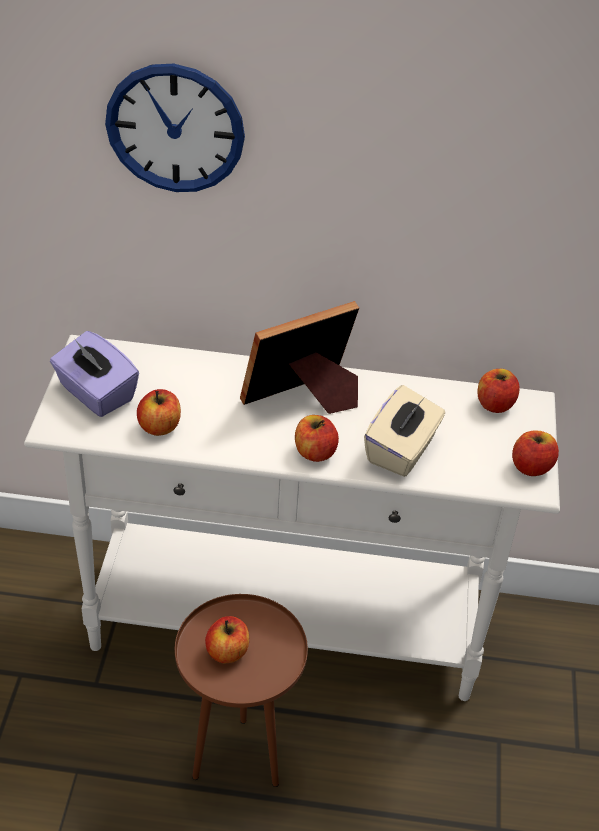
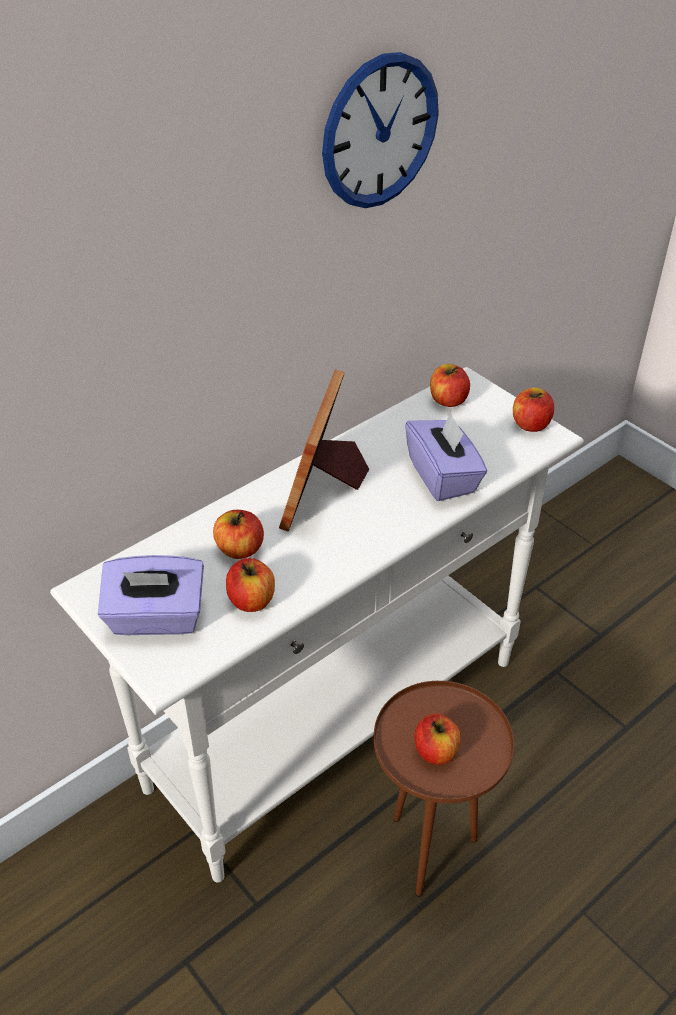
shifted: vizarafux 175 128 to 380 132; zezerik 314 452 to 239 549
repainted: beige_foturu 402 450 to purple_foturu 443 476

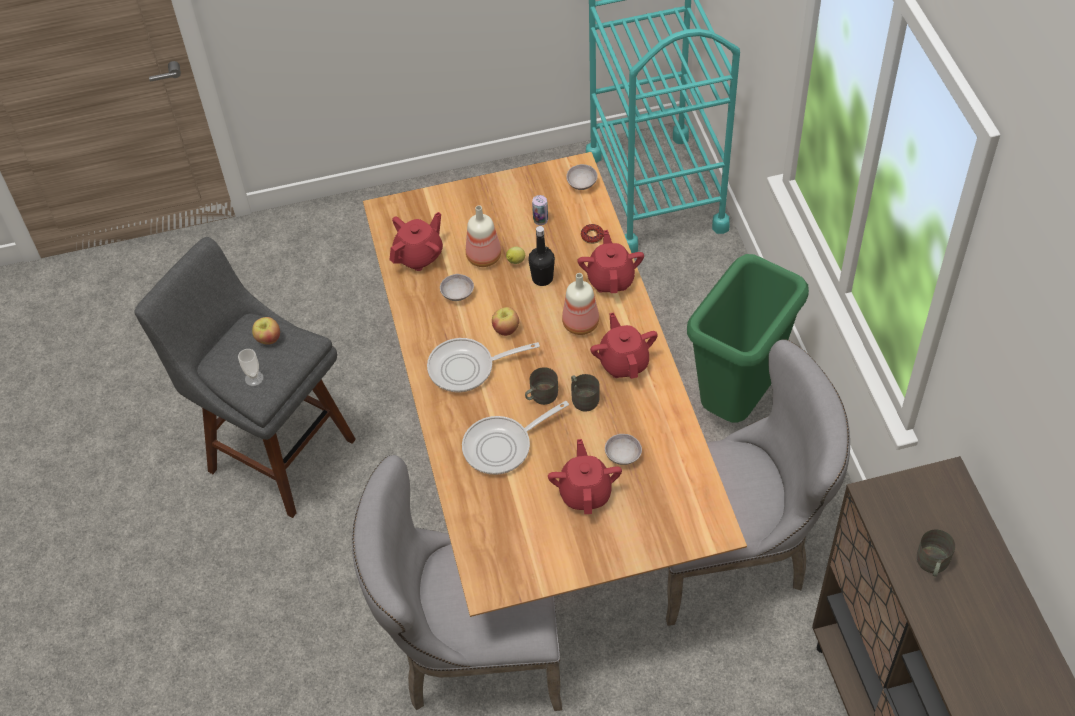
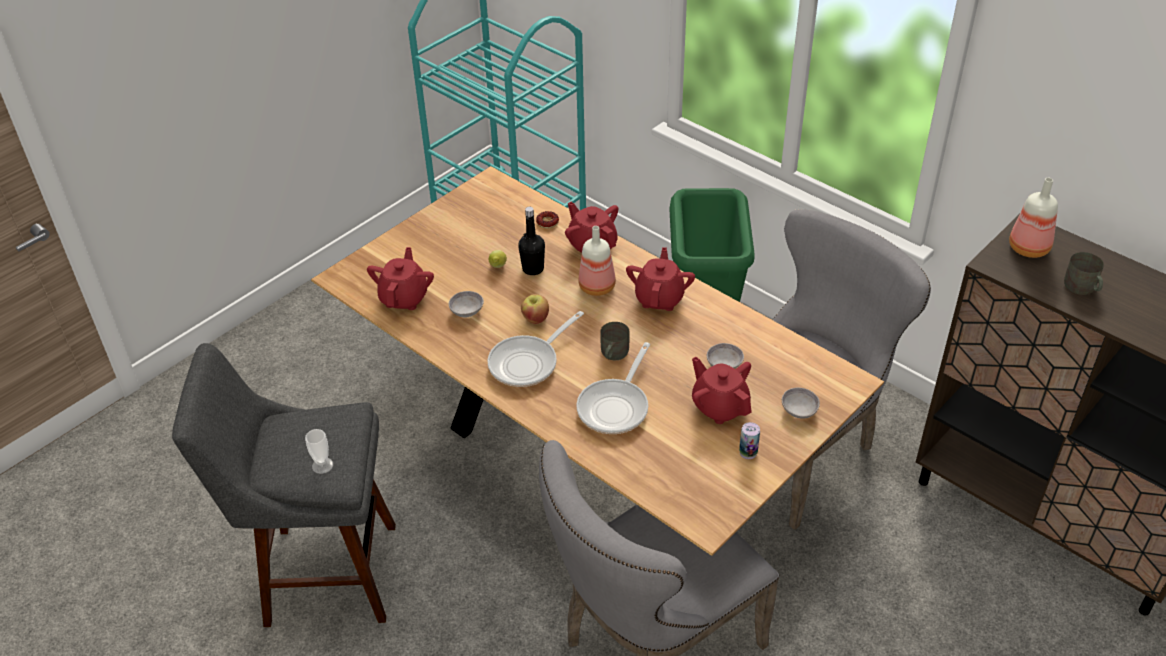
gone: zezerik 268 339; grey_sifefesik 583 397
shifted: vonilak 484 256 to 1028 247; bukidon 540 220 to 748 452; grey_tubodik 582 183 to 799 410
rotated: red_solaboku 623 362 = 659 298 60 degrees clockwise

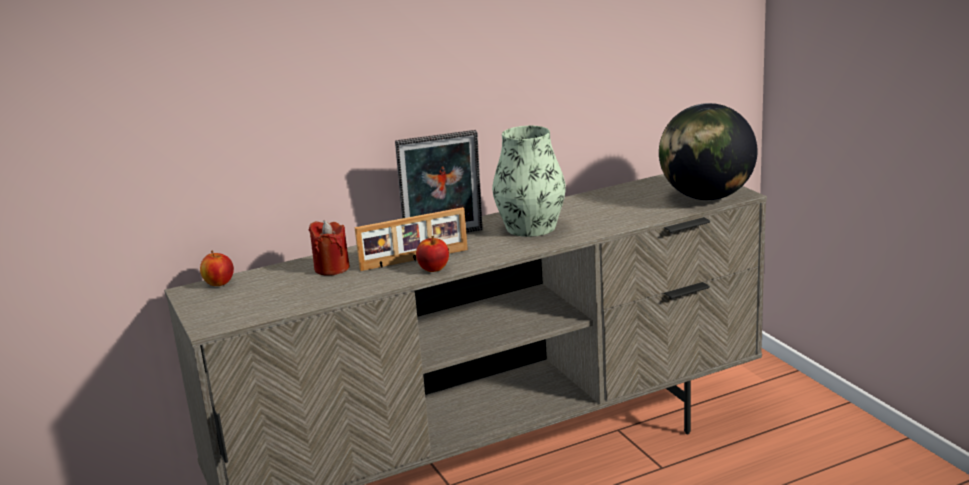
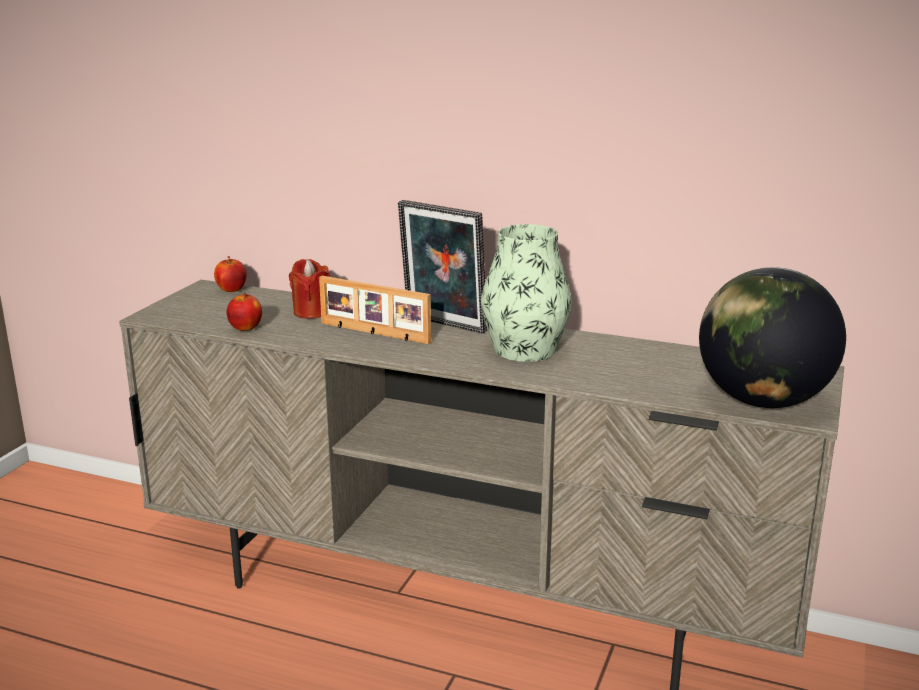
shifted: zezerik 433 269 to 245 328

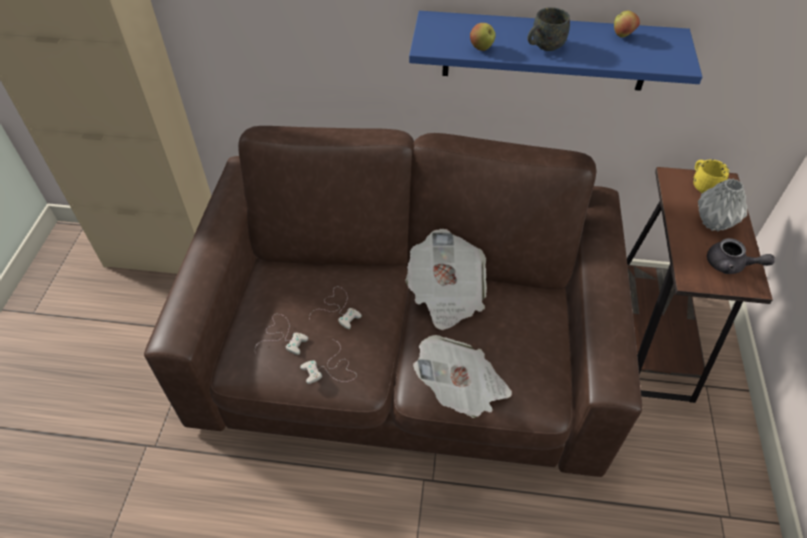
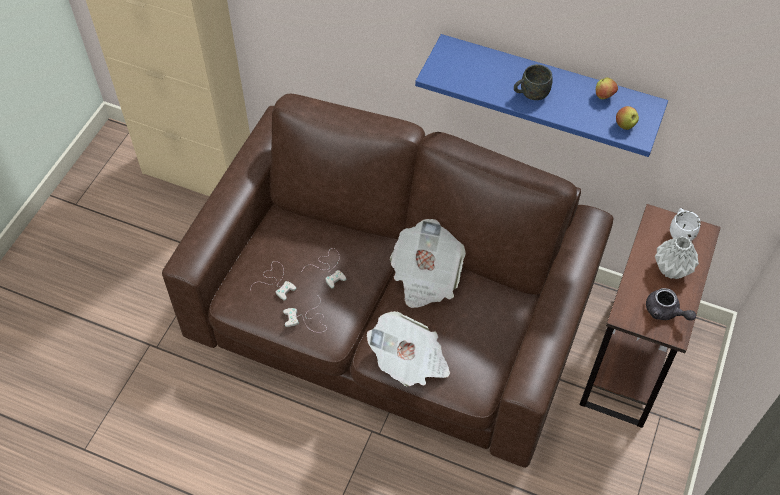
shifted: zezerik 481 48 to 625 125
repainted: yellow_sifefesik 702 185 to white_sifefesik 680 232

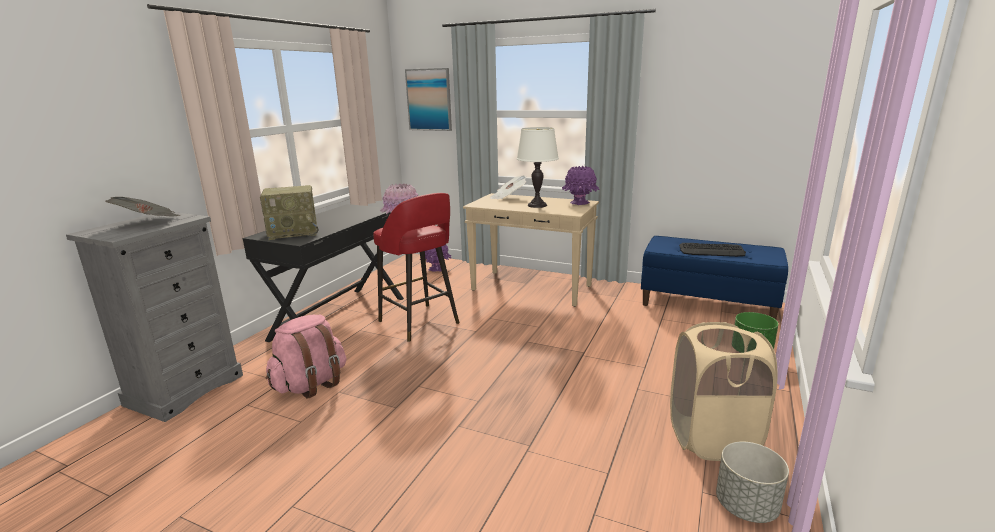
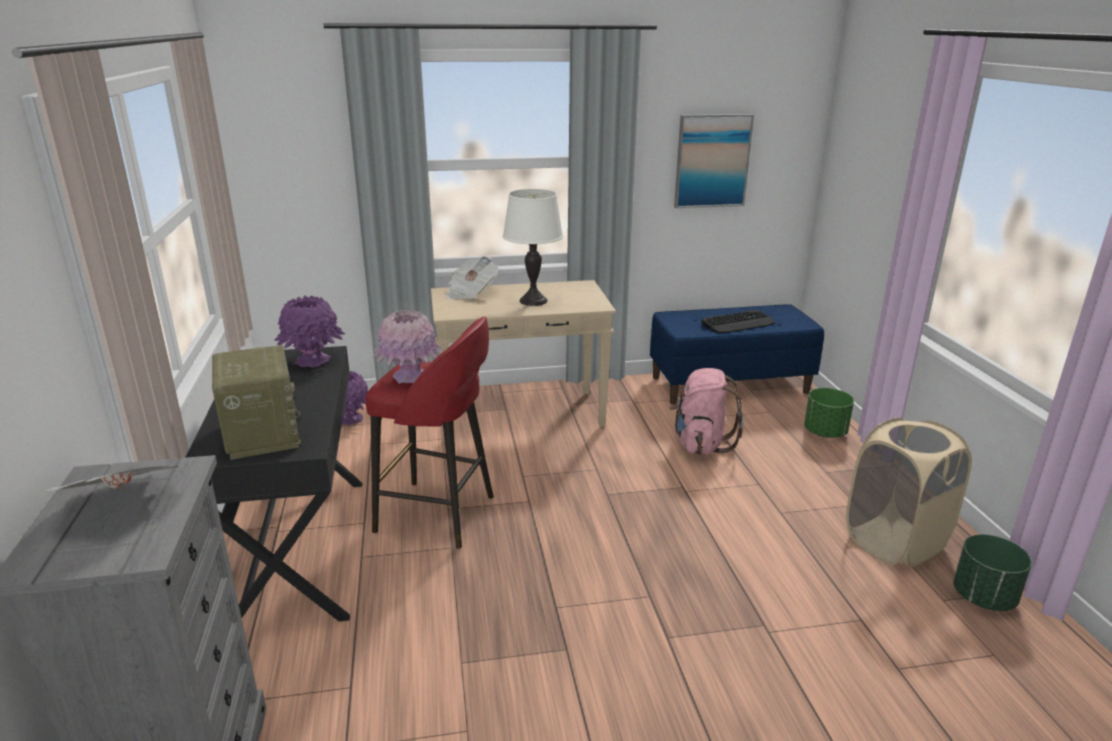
shifted: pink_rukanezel 311 384 to 700 444; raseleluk 429 100 to 712 161; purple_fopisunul 580 203 to 313 361
repainted: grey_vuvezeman 746 507 to green_vuvezeman 984 598
rotated: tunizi 294 232 = 261 433 60 degrees counterclockwise

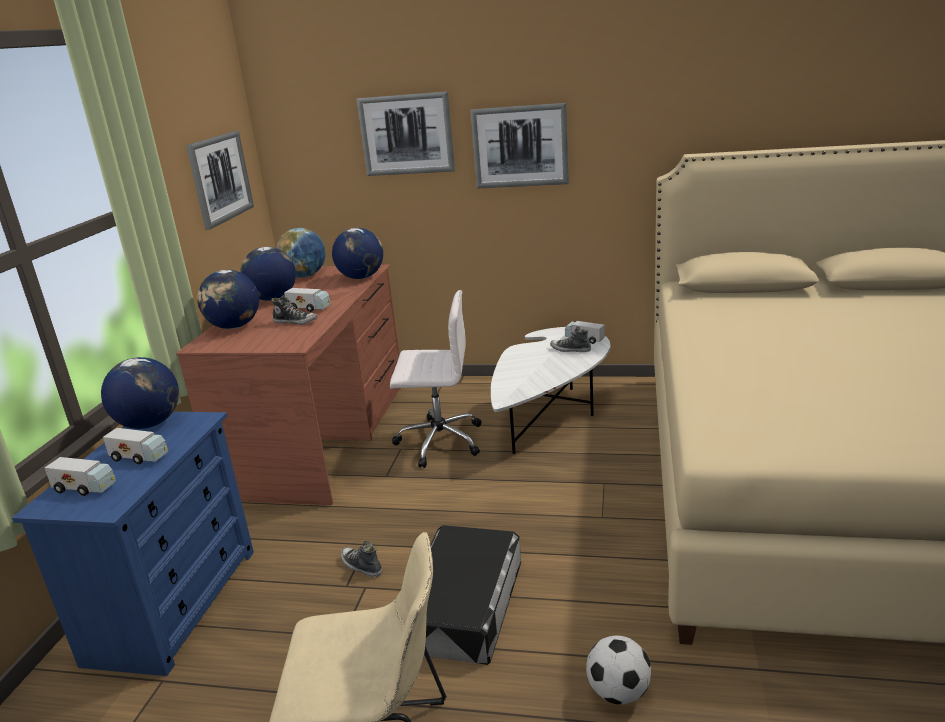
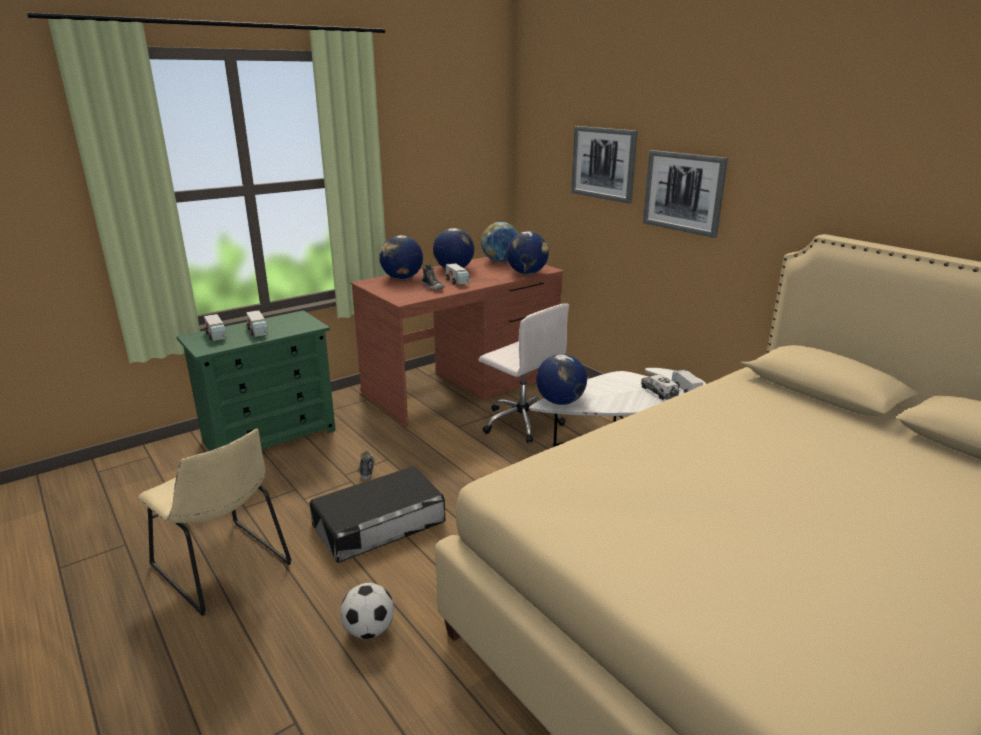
gone: raseleluk 220 178
shifted: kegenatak 149 424 to 560 401
swapped: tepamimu 570 350 to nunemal 659 392
repainted: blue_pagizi 174 604 to green_pagizi 270 435

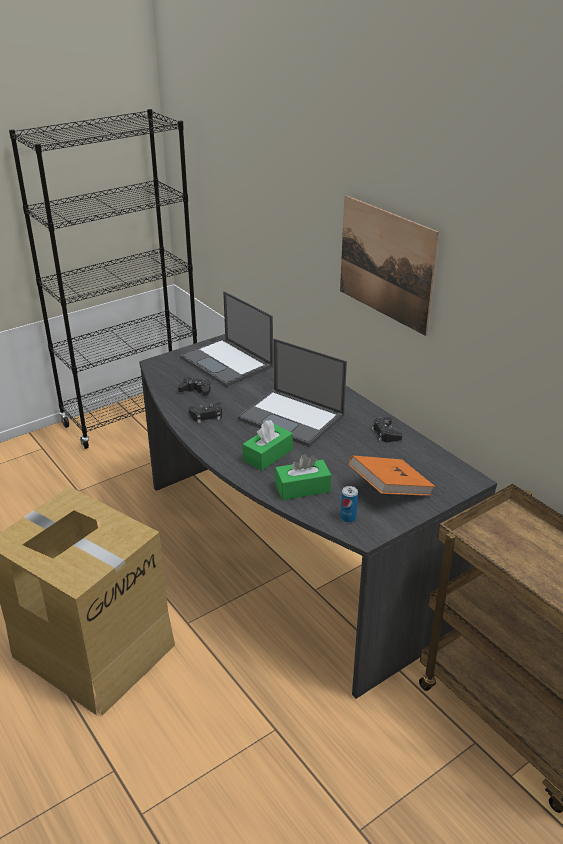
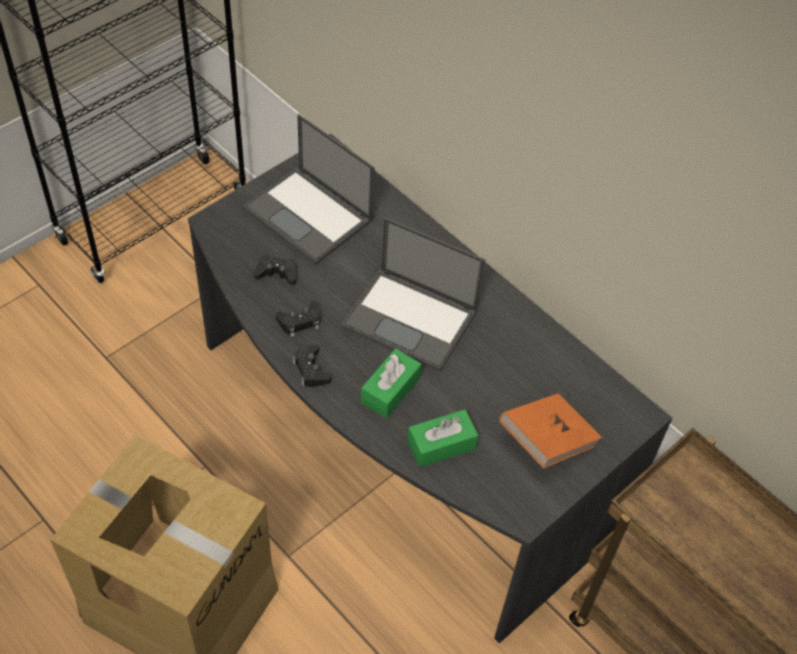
gone: raseleluk 385 263; bukidon 348 517
shifted: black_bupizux 386 433 to 311 370

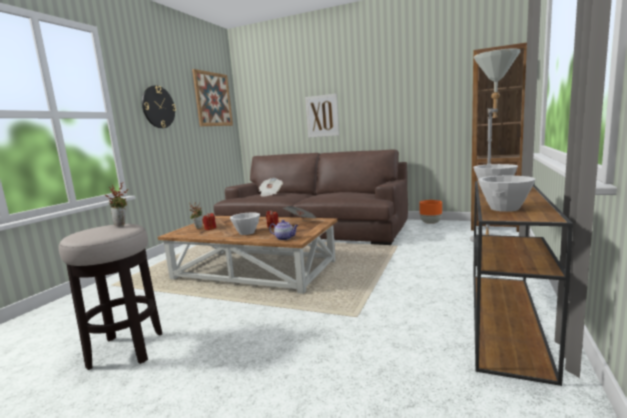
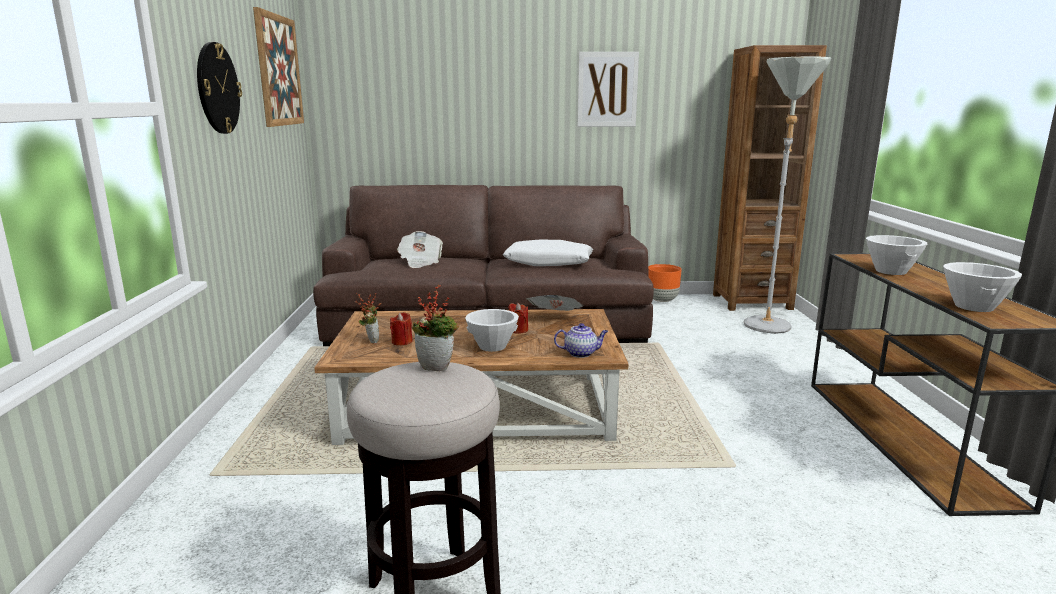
new: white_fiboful 548 263
shifted: raseleluk 322 116 to 607 89

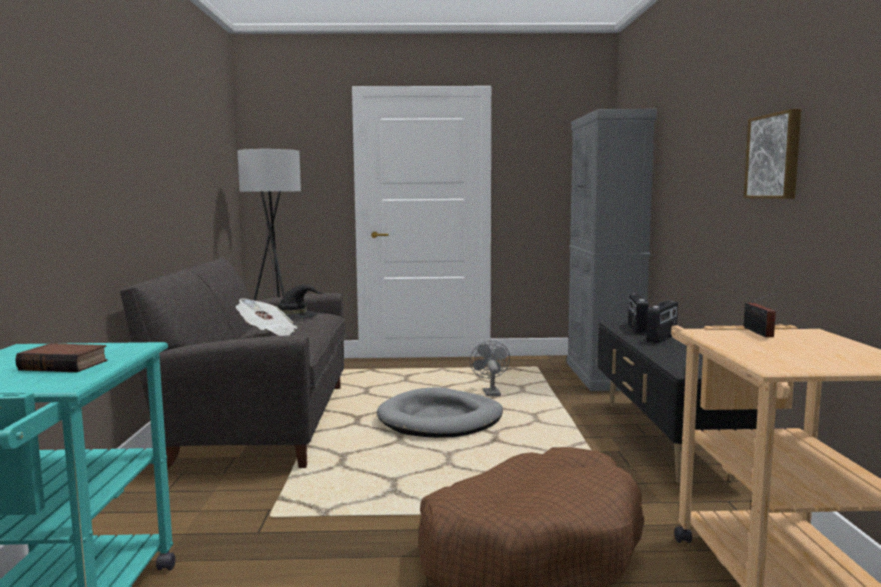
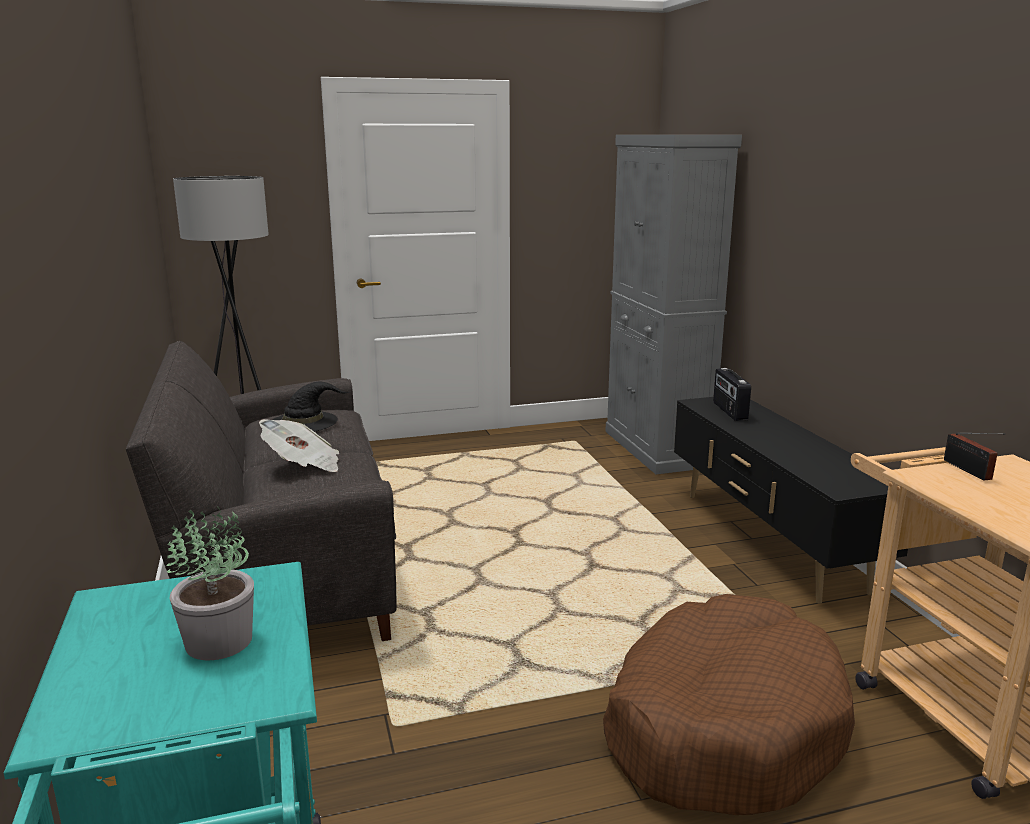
gone: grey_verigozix 441 419; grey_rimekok 490 392; tunizi 662 338; raseleluk 775 156
swapped: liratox 66 365 to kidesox 220 640

